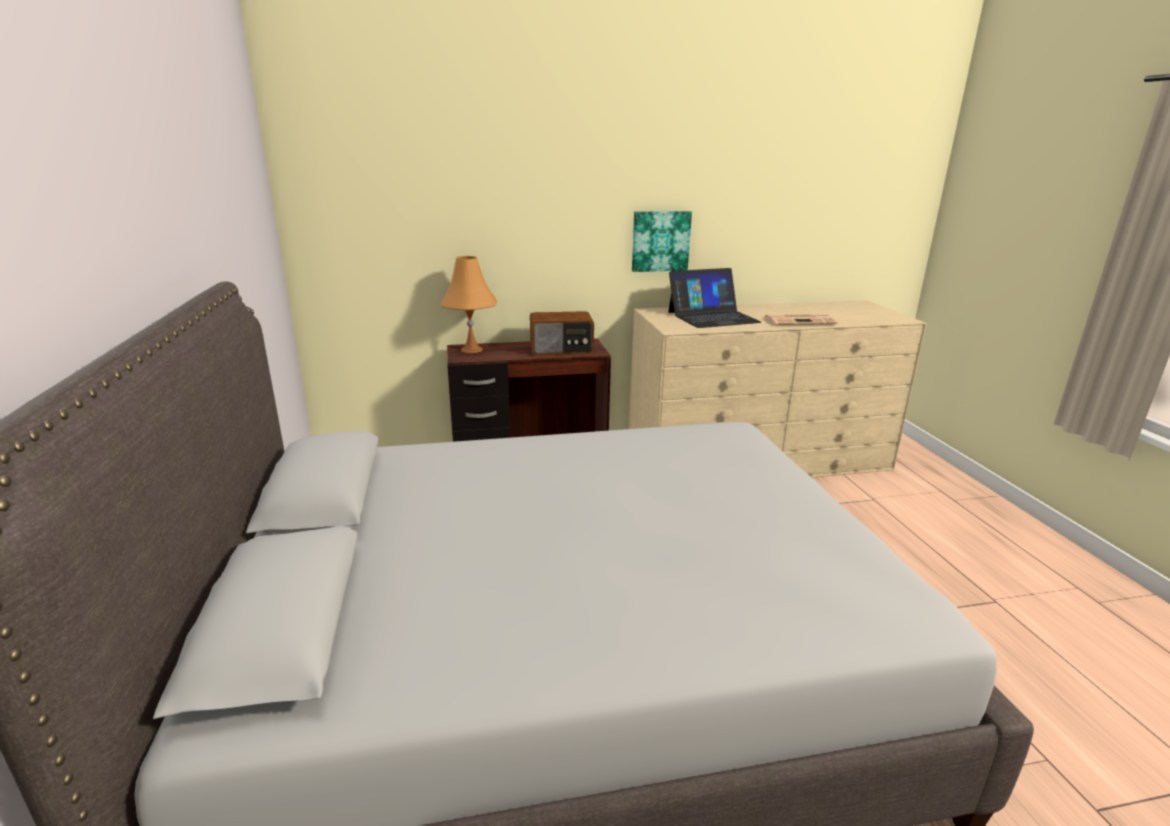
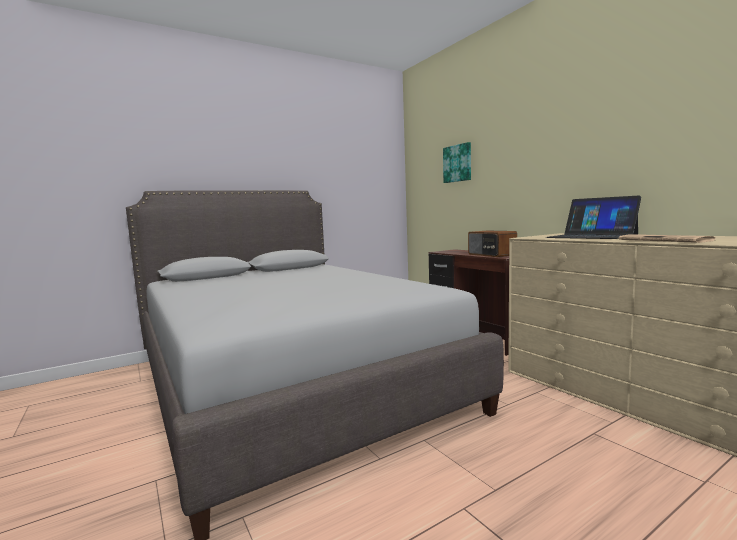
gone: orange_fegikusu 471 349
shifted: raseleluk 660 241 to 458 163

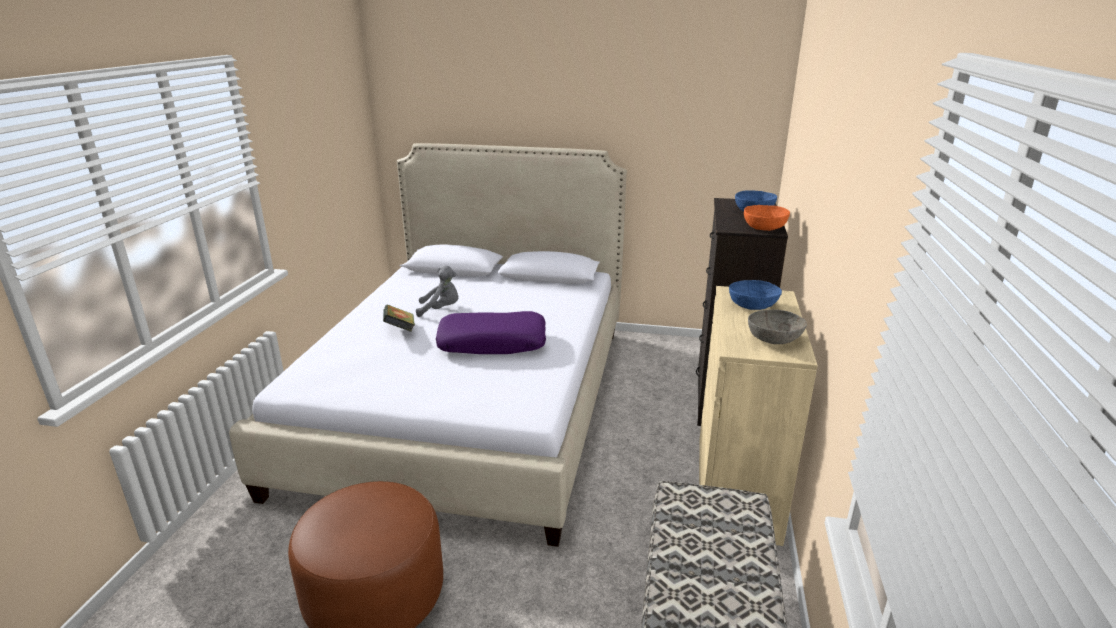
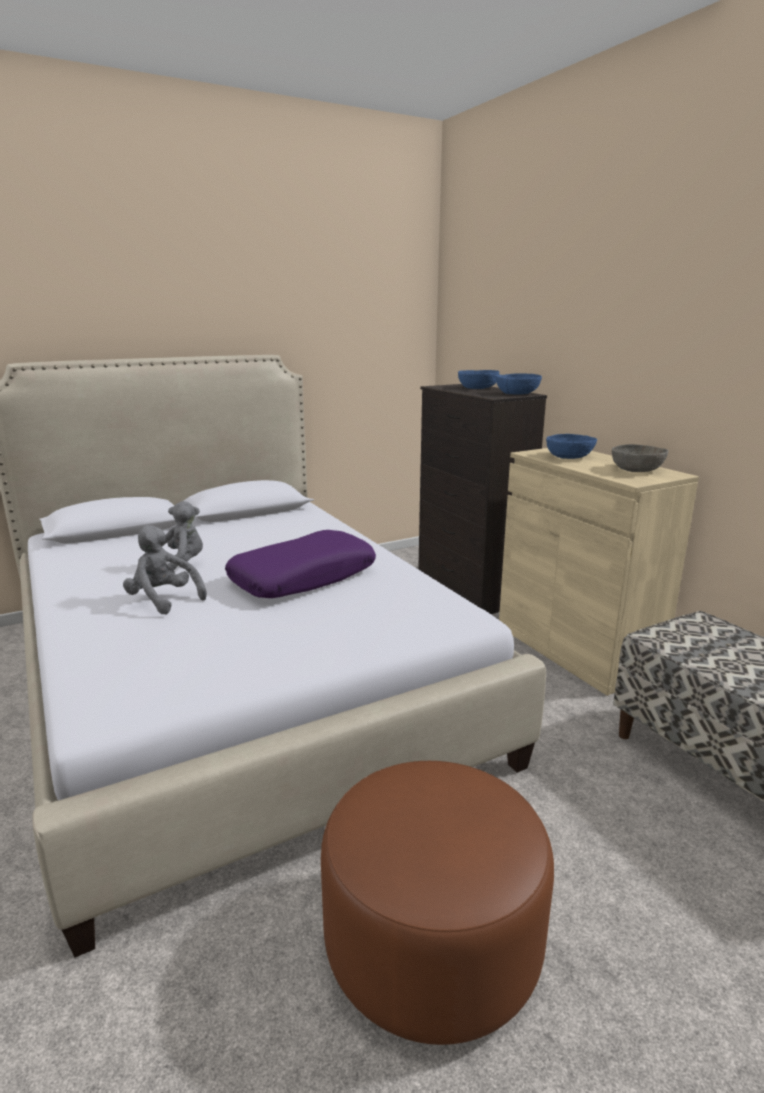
swapped: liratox 400 330 to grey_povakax 163 600
repainted: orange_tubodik 764 227 to blue_tubodik 517 393

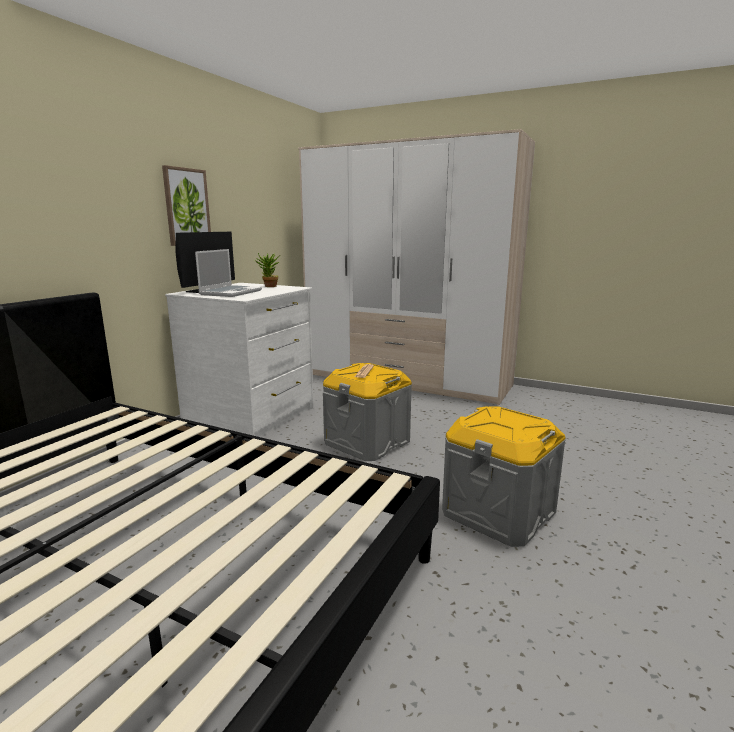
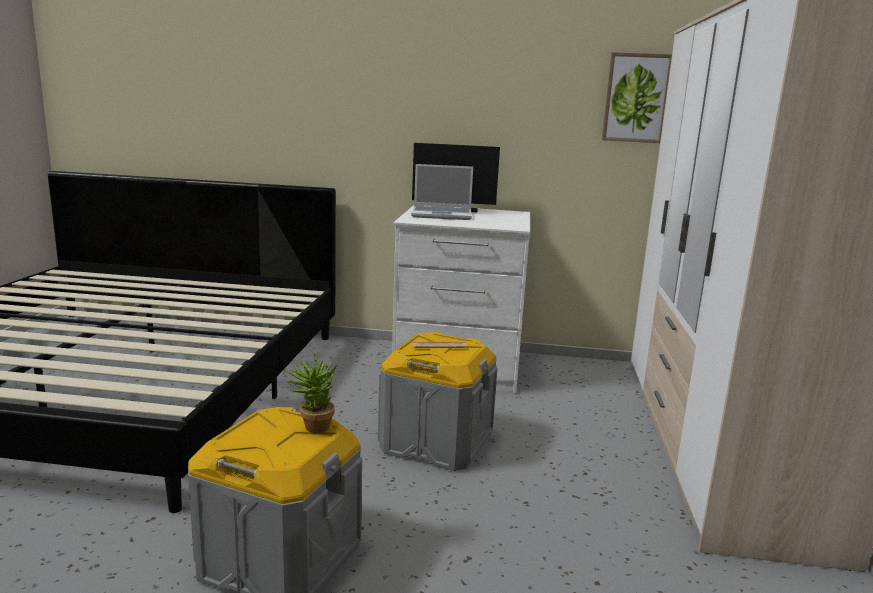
shifted: raseleluk 186 207 to 636 98; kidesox 269 286 to 312 427

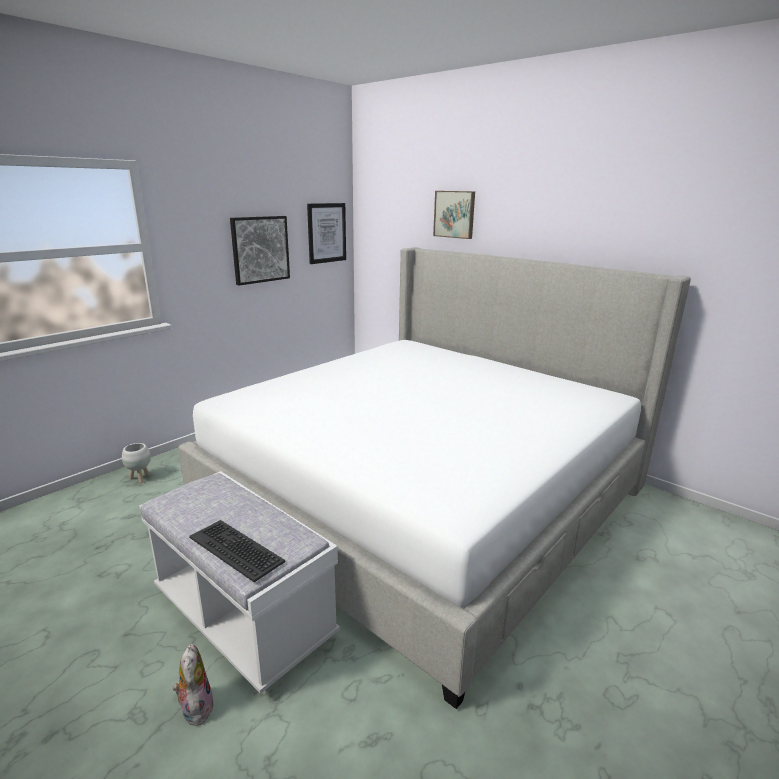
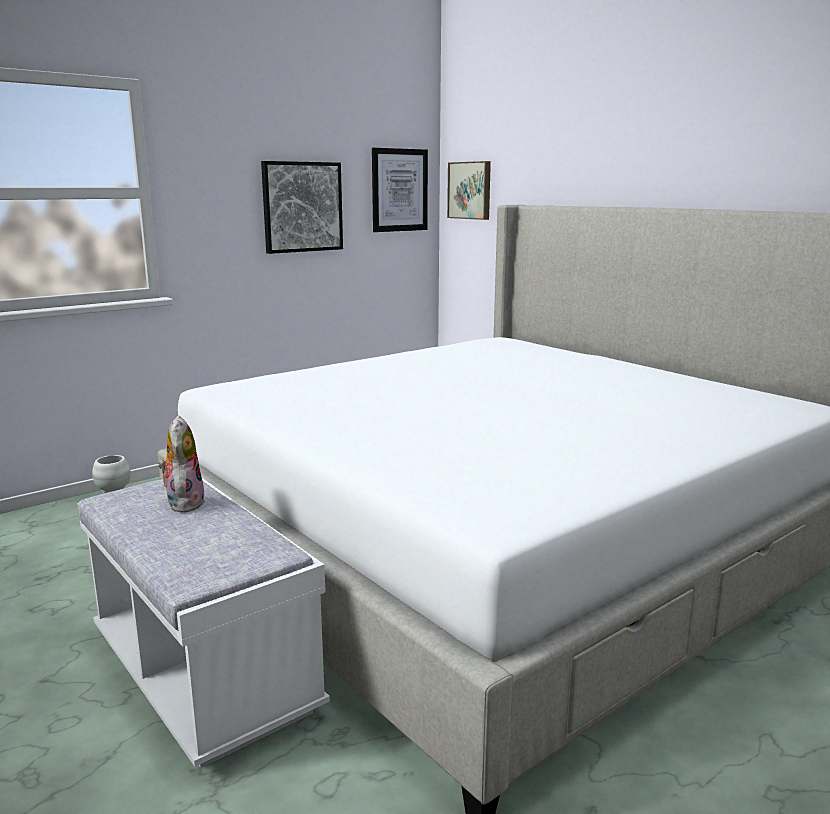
gone: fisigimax 237 549
shifted: povakax 195 707 to 184 503; raseleluk 455 214 to 470 190

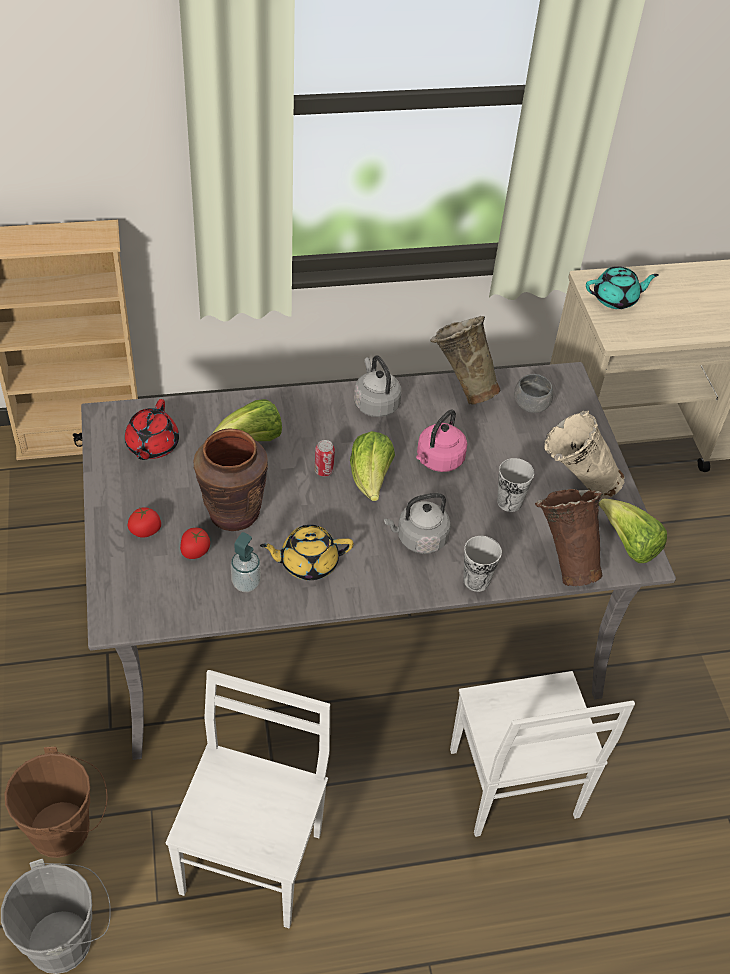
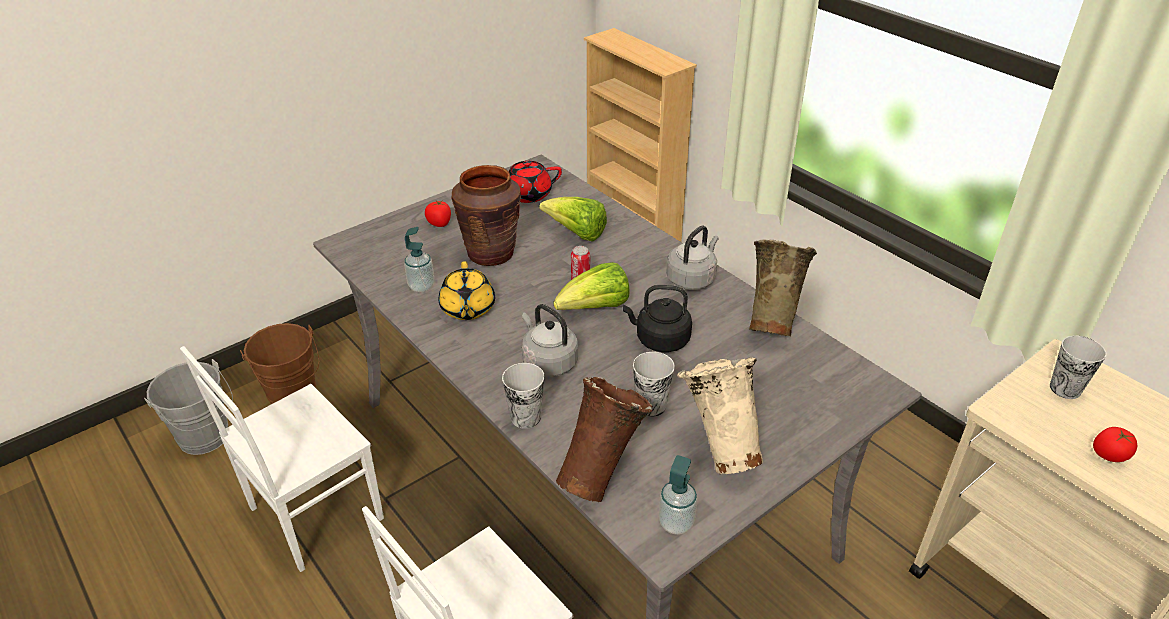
gone: grey_tubodik 530 405
shifted: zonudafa 195 551 to 1109 455
swapped: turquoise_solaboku 616 299 to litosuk 1065 389; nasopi 628 544 to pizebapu 676 523
repainted: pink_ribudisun 438 460 to black_ribudisun 659 340
rotated: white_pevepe 254 861 = 313 513 150 degrees clockwise; yellow_solaboku 307 563 = 467 309 150 degrees counterclockwise

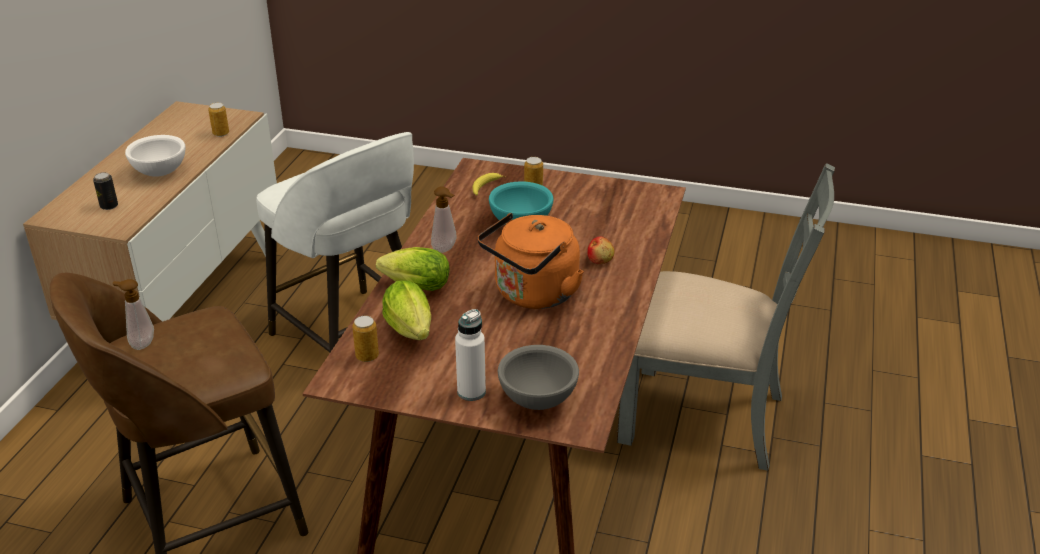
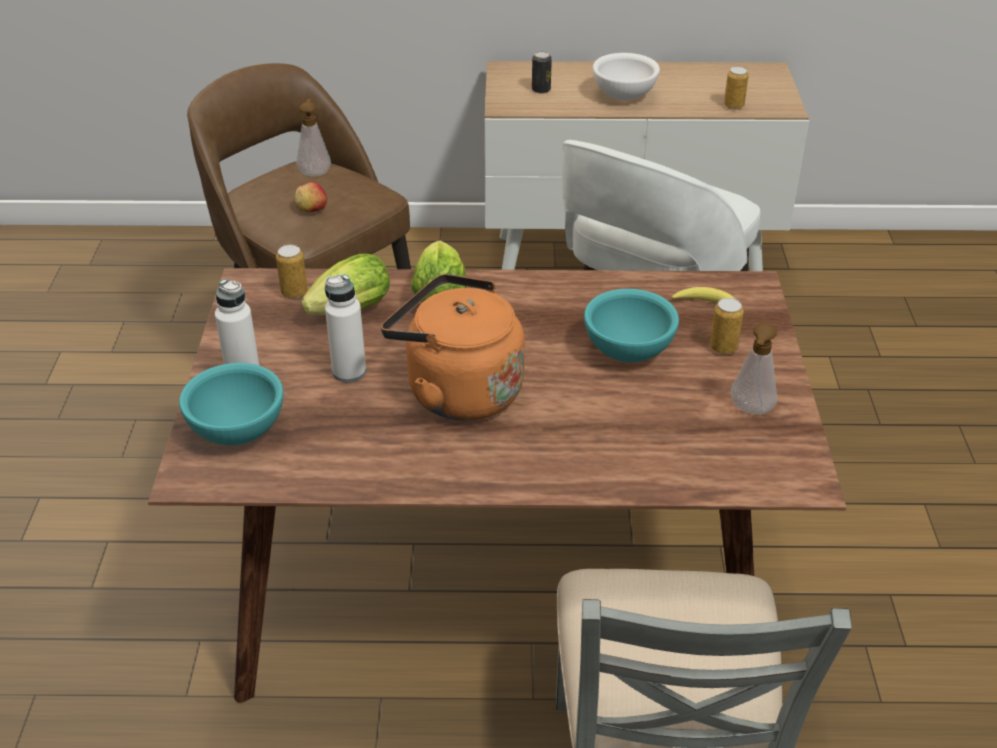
new: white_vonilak 349 372
shifted: pizebapu 446 249 to 750 411; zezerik 600 260 to 311 209
repainted: grey_tubodik 536 399 to turquoise_tubodik 237 430

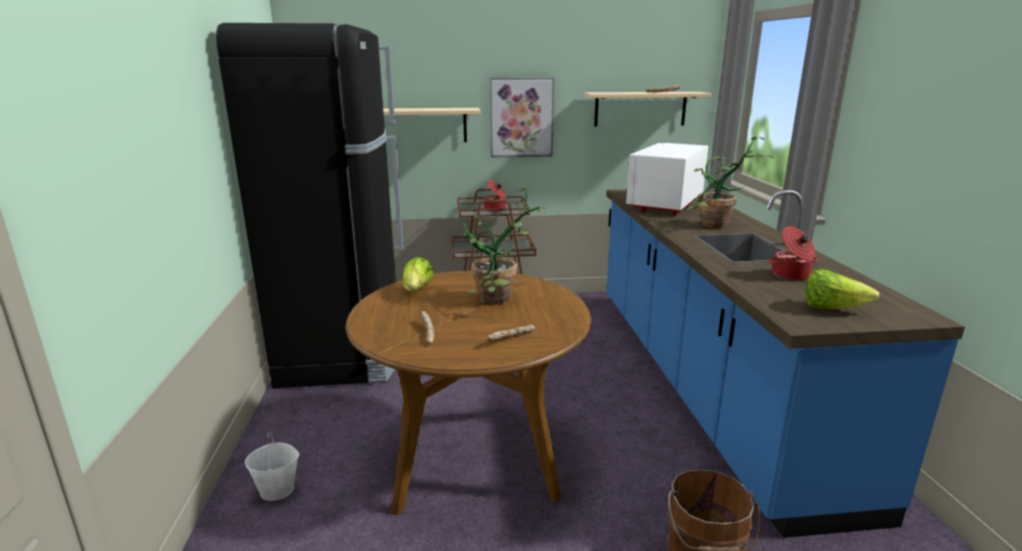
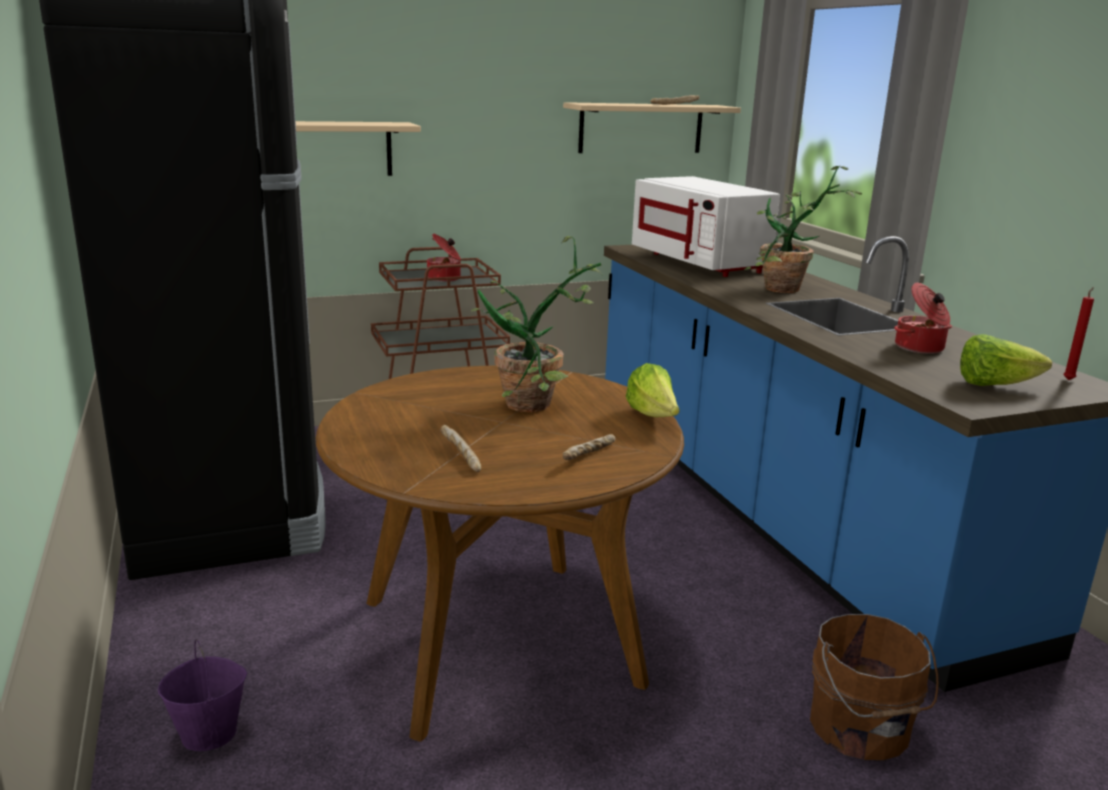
gone: raseleluk 521 117
new: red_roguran 1069 379
shifted: nasopi 417 291 to 653 416
repainted: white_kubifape 278 490 to purple_kubifape 210 733
rotated: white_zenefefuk 666 203 = 699 263 45 degrees counterclockwise

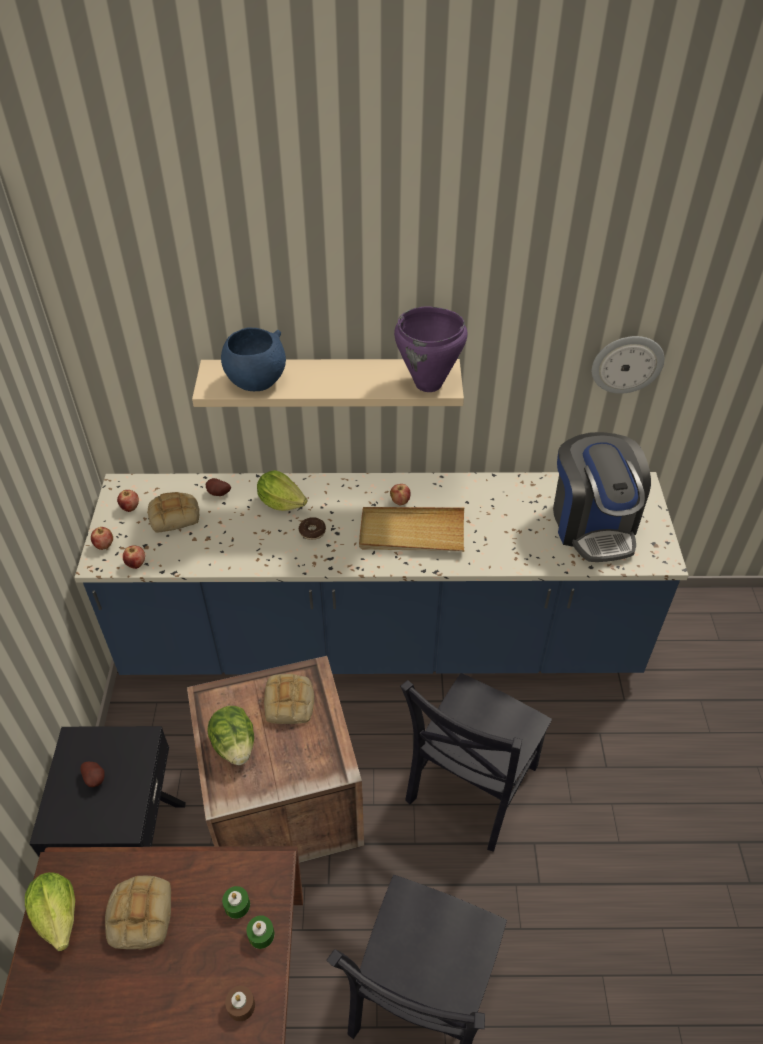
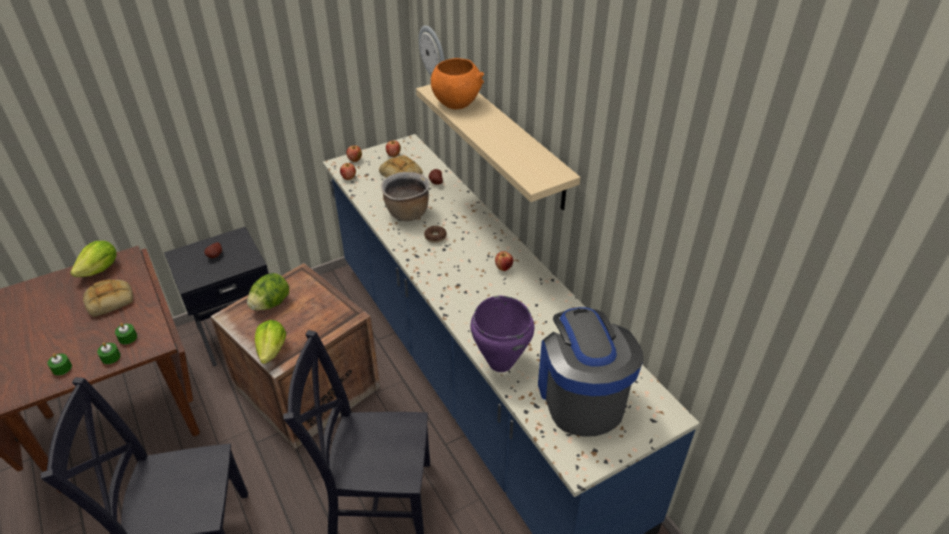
gone: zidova 290 703; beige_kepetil 411 533
new: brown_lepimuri 407 213
shifted: nasopi 281 502 to 272 350; purple_lepimuri 428 384 to 500 363; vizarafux 627 363 to 433 52
repainted: blue_tubodik 256 381 to orange_tubodik 456 102; brown_roguran 241 1006 to green_roguran 62 368
rotated: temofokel 593 524 = 581 396 120 degrees clockwise

